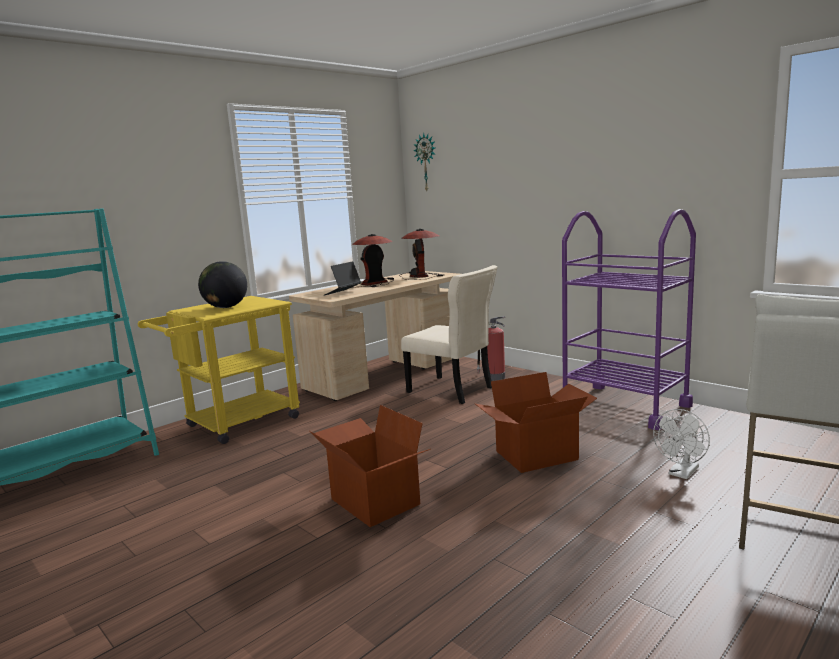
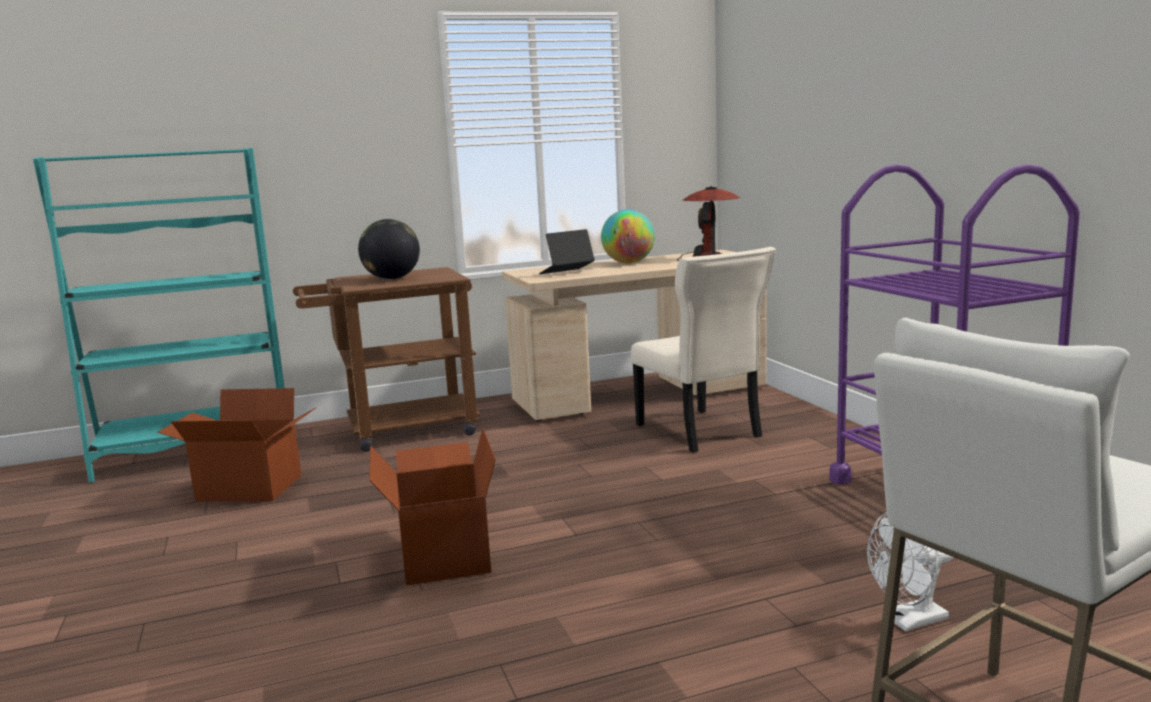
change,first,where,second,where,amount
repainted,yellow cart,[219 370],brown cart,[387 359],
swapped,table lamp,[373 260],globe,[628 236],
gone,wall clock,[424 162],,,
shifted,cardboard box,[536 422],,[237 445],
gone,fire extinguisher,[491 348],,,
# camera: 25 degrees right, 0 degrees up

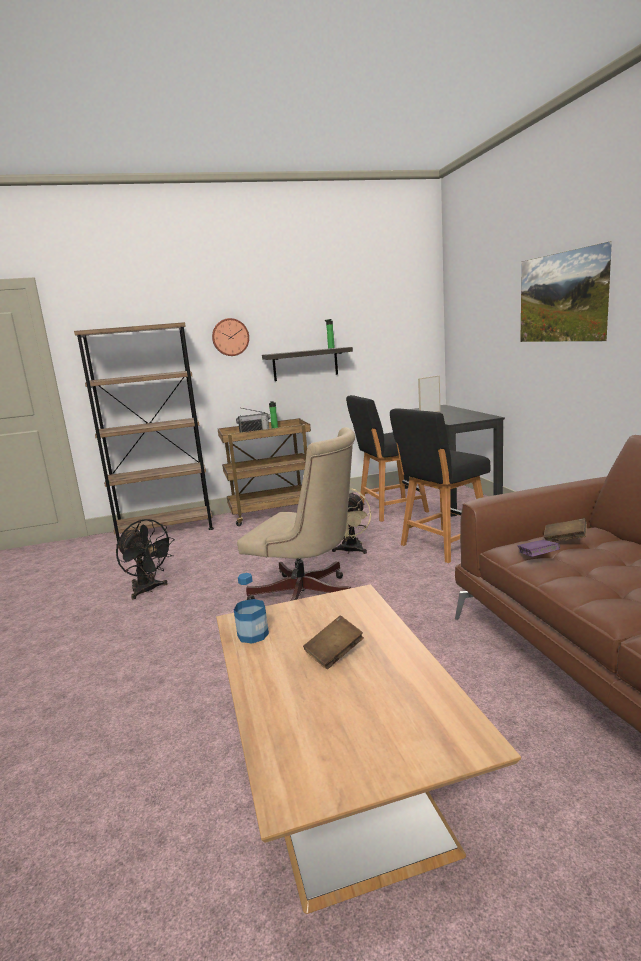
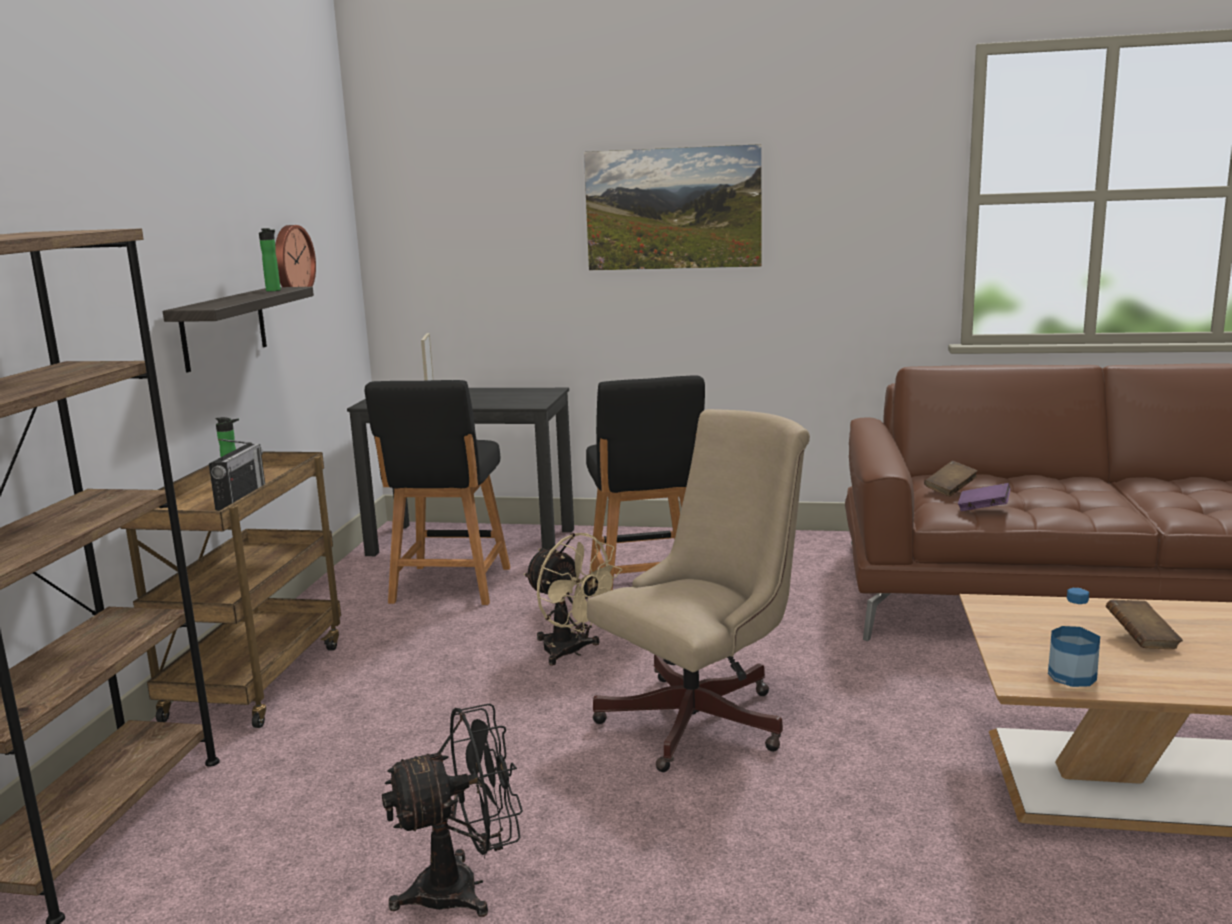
change,first,where,second,where,amount
shifted,wall clock,[230 337],,[295 256],
# camera: 65 degrees left, 0 degrees up

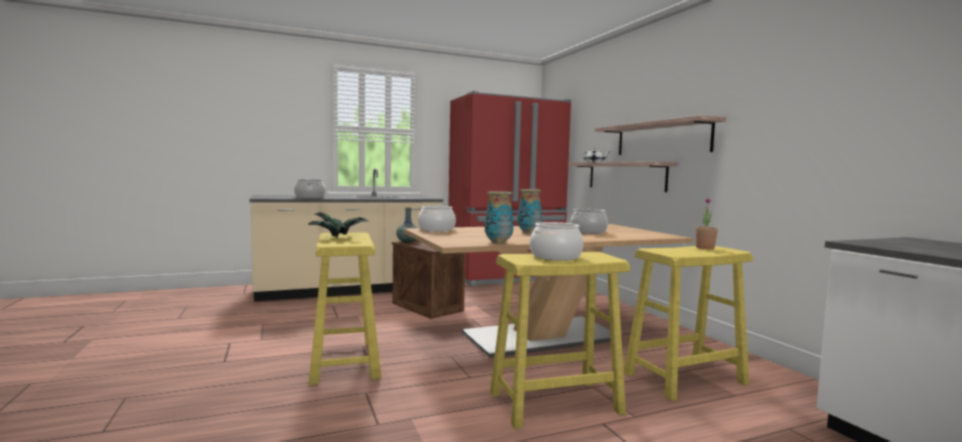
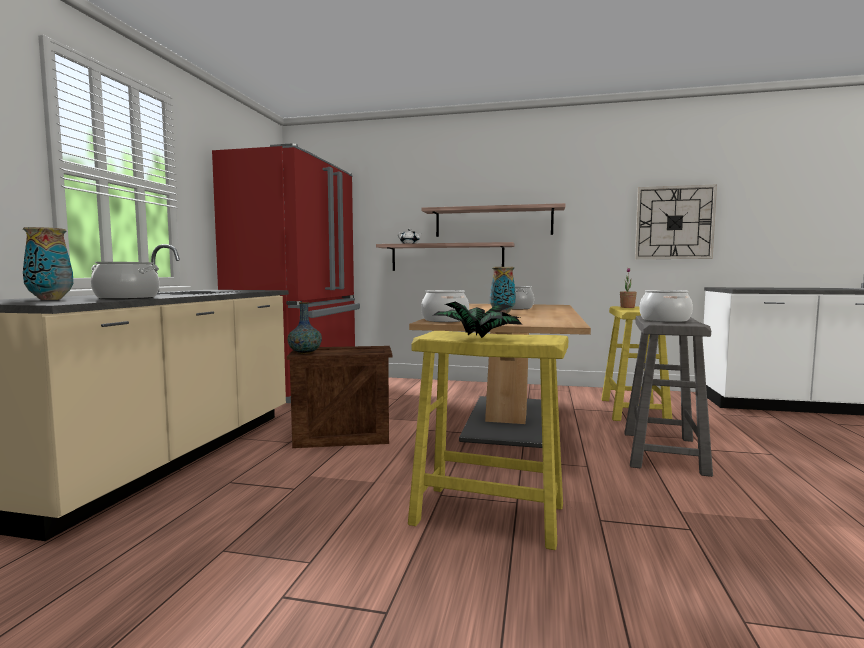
change,first,where,second,where,amount
shifted,vase,[499 217],,[48 263],
repainted,yellow stool,[560 340],grey stool,[668 396],
new,,,wall clock,[676 221],
# camera: 55 degrees left, 0 degrees up

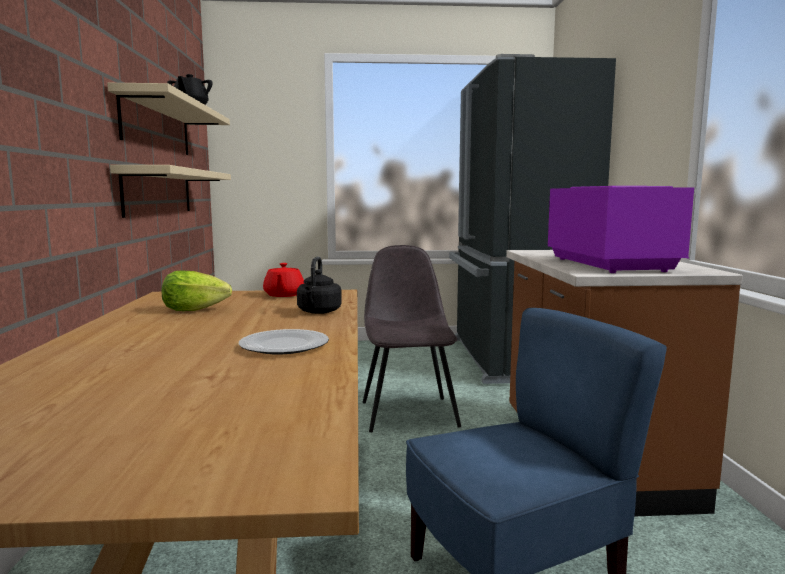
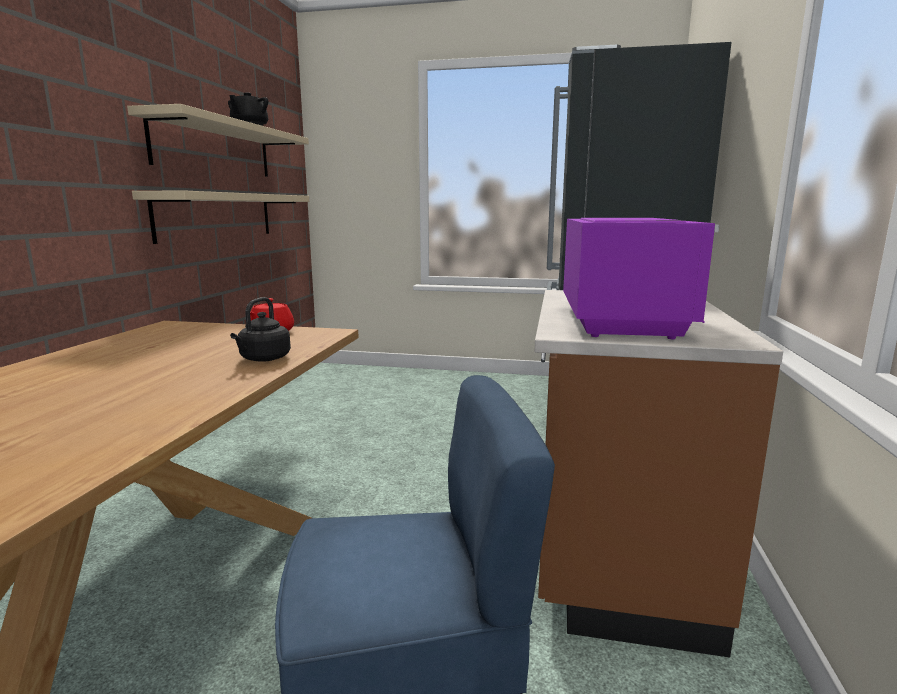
change,first,where,second,where,amount
gone,lettuce,[196 290],,,
gone,plate,[284 341],,,
gone,grey chair,[412 338],,,
# camera: 15 degrees right, 5 degrees up

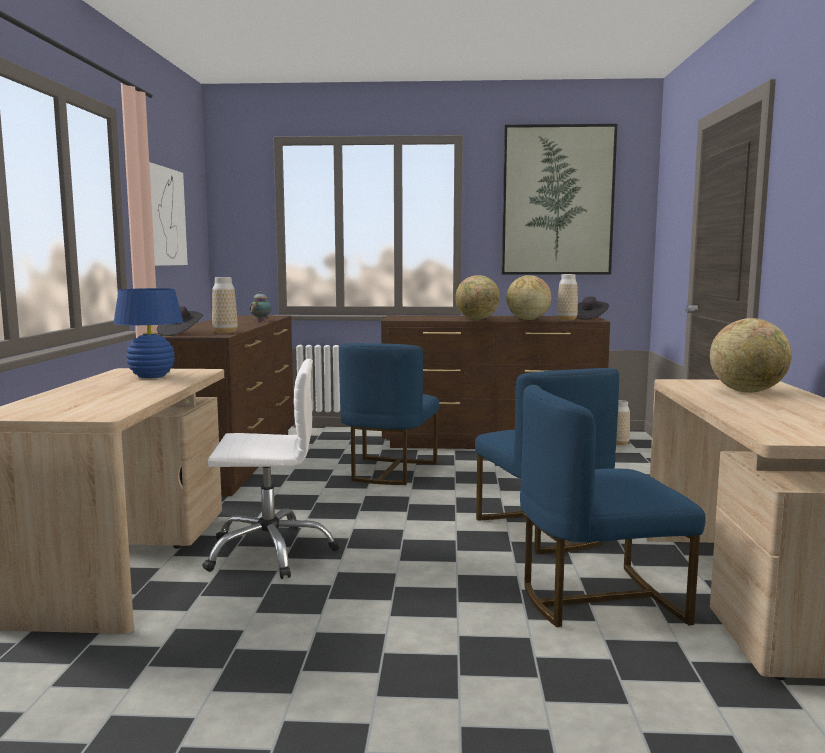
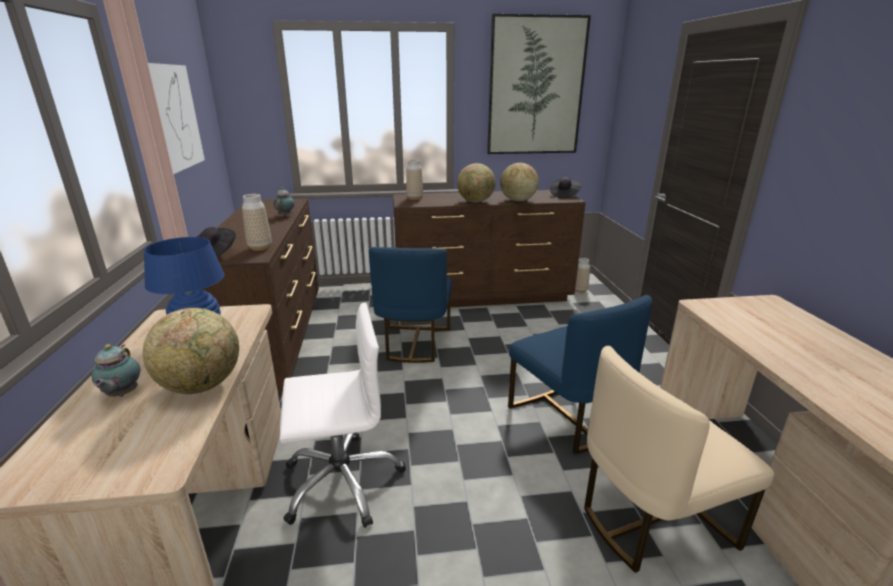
change,first,where,second,where,amount
repainted,blue chair,[612 506],beige chair,[679 459],
shifted,vase,[567 297],,[414 180],
shifted,globe,[751 355],,[191 351],
new,,,teapot,[116 370],
# camera: 10 degrees left, 15 degrees up

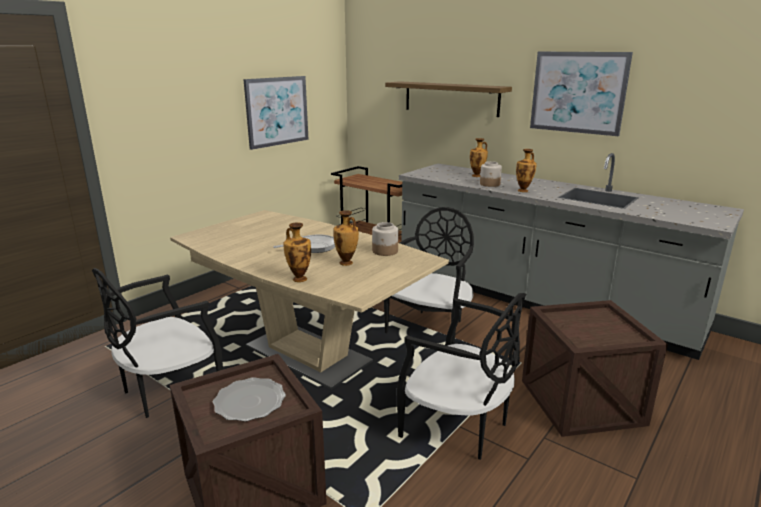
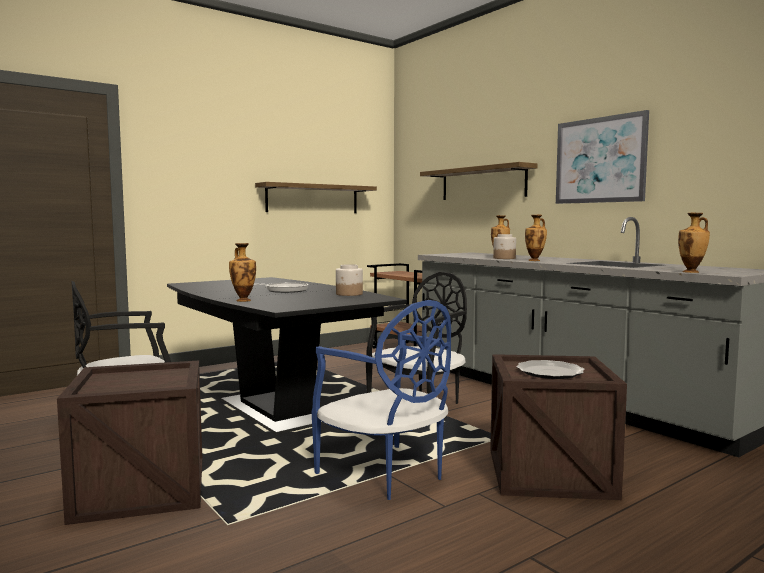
change,first,where,second,where,amount
repainted,beige dining table,[309 300],black dining table,[287 356],
shifted,plate,[249 399],,[550 369],
swapped,picture,[276 113],shelf,[316 197],
shifted,vase,[346 238],,[694 243],
repainted,black chair,[461 376],blue chair,[381 400],
# camera: 15 degrees right, 15 degrees down

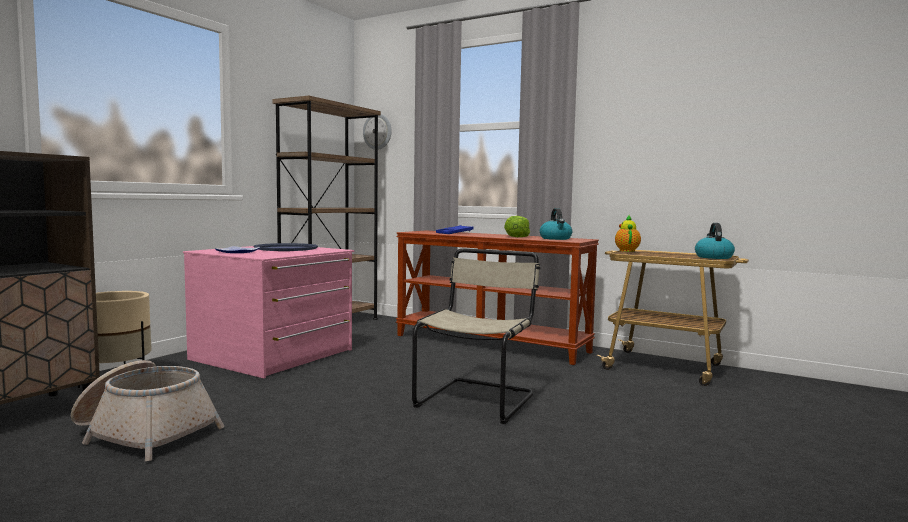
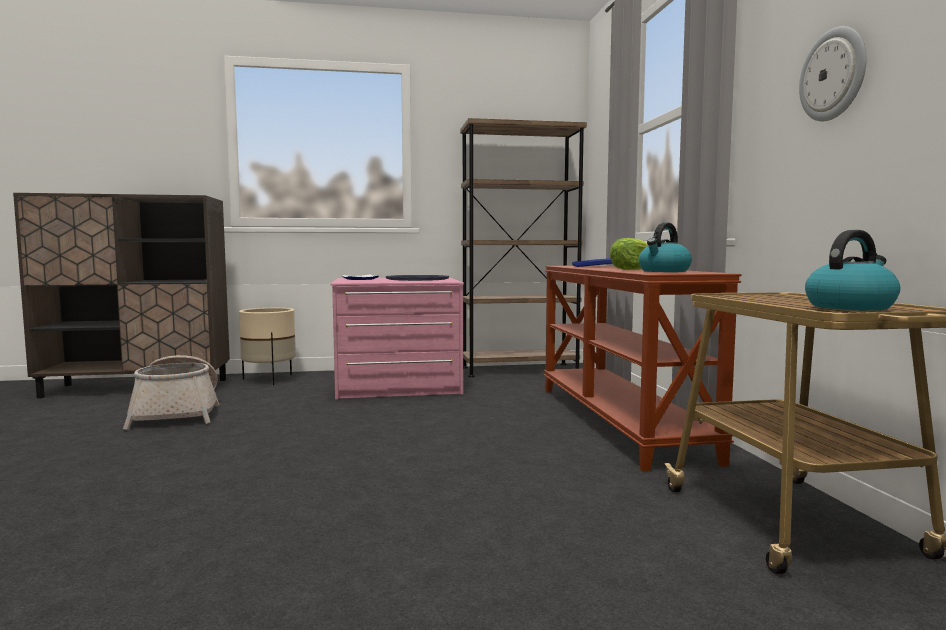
change,first,where,second,where,amount
shifted,wall clock,[377 132],,[833 73],
gone,beige chair,[476 336],,,
gone,teapot,[628 233],,,
# camera: 50 degrees right, 0 degrees up

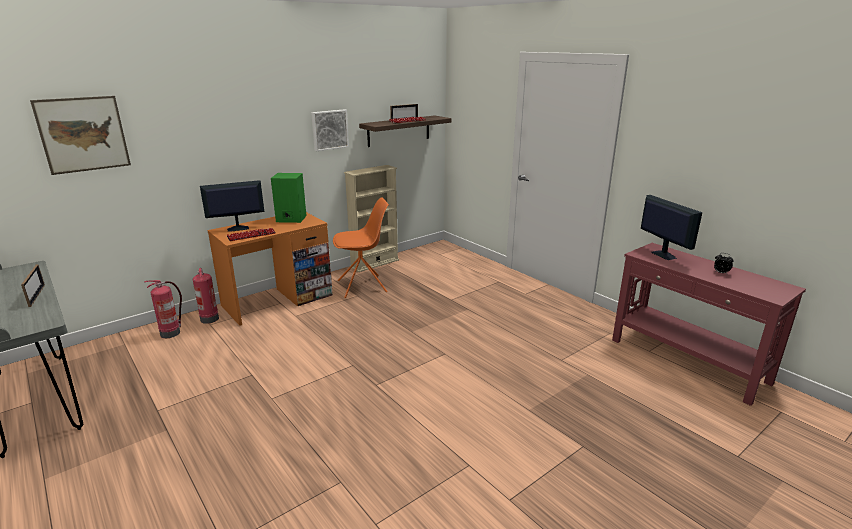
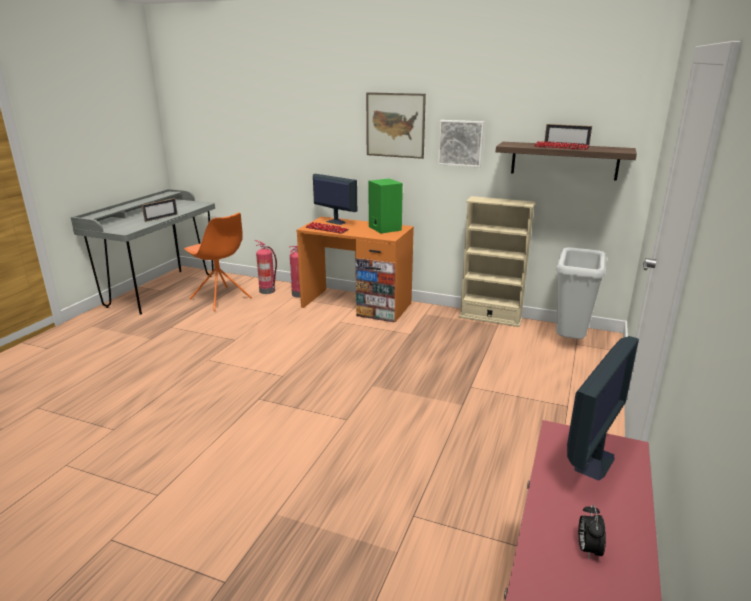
change,first,where,second,where,amount
shifted,picture,[80 135],,[396 125],
shifted,orange chair,[361 248],,[218 261],
new,,,grey trash can,[581 293],
# camera: 60 degrees right, 0 degrees up

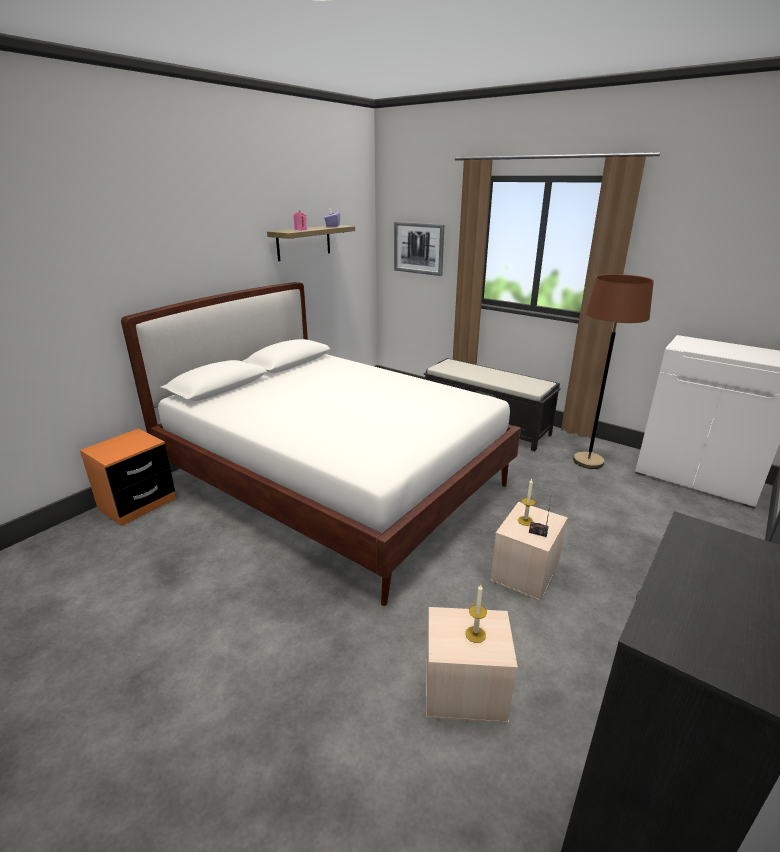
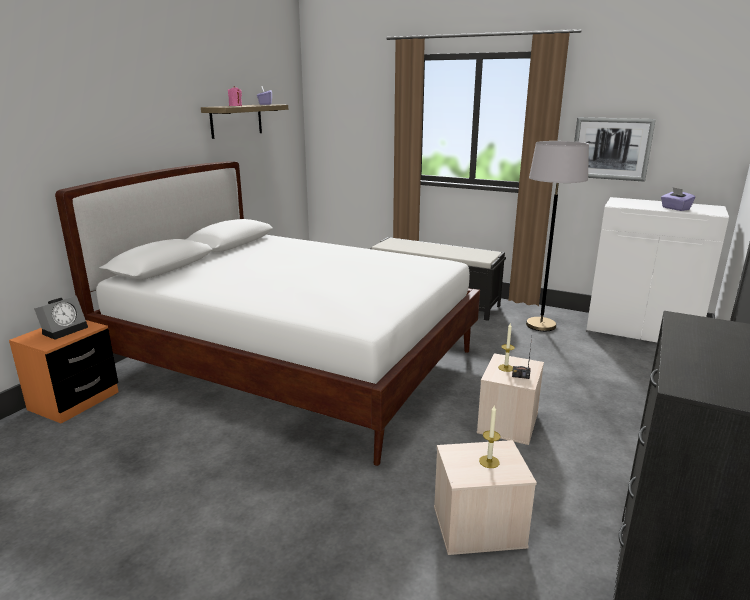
change,first,where,second,where,amount
shifted,picture,[419 249],,[615 149],
repainted,brown floor lamp,[613 371],grey floor lamp,[557 236],
new,,,alarm clock,[61 317],
new,,,purple tissue box,[678 199],
# camera: 10 degrees left, 5 degrees down

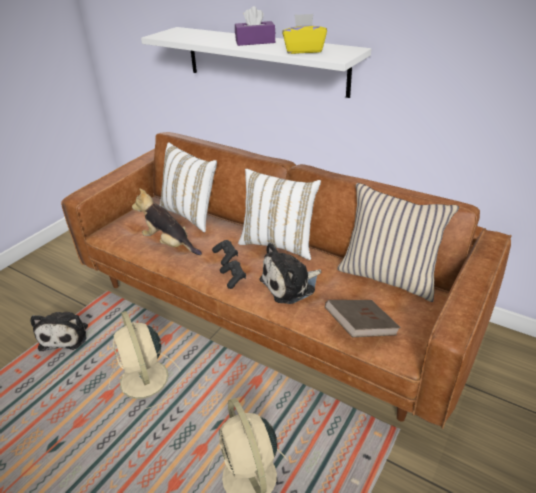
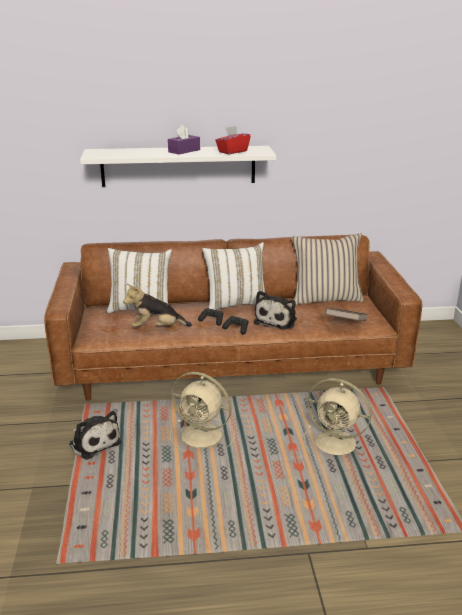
change,first,where,second,where,amount
repainted,yellow tissue box,[304 34],red tissue box,[233 140],
# camera: 40 degrees left, 10 degrees down

